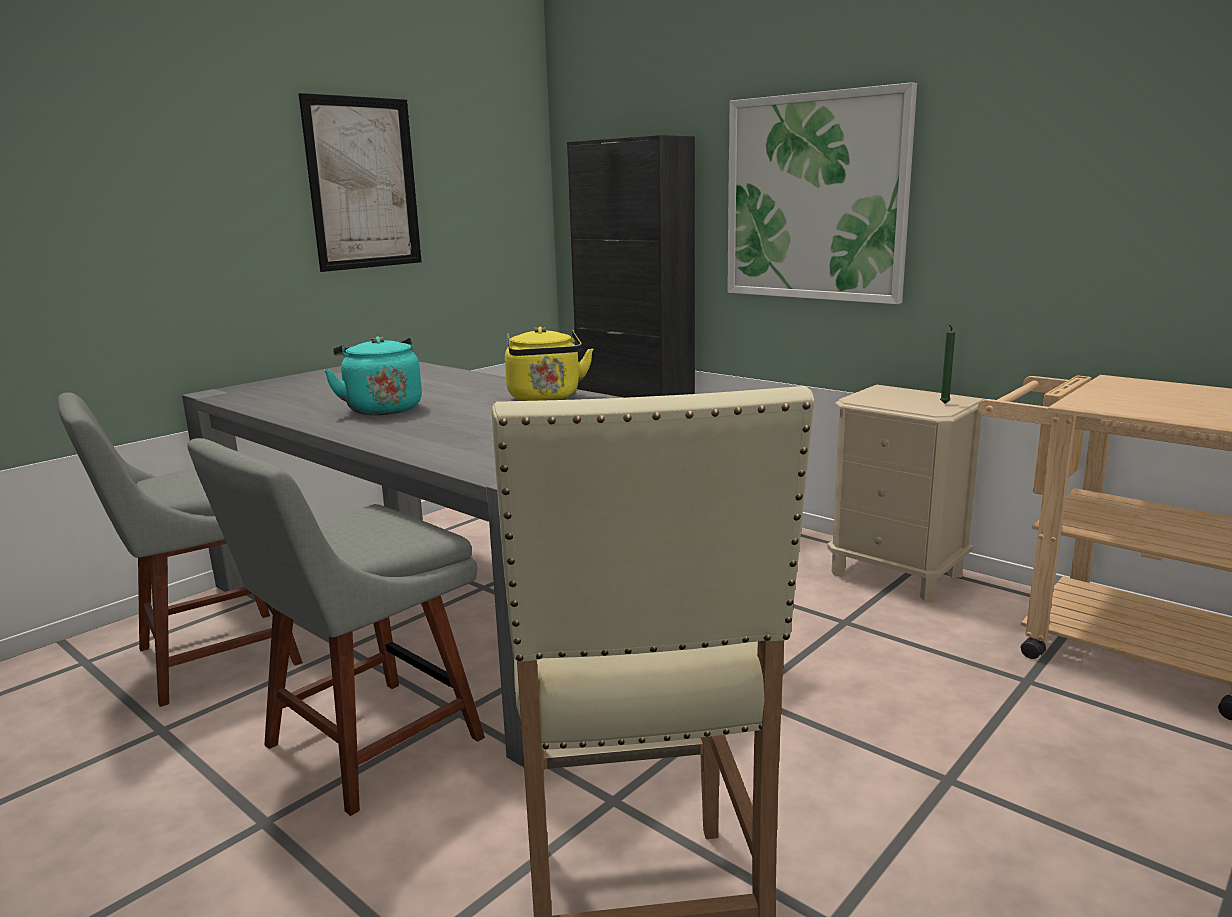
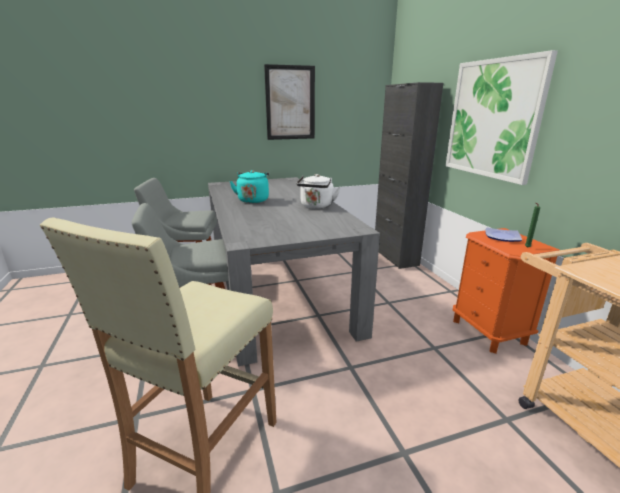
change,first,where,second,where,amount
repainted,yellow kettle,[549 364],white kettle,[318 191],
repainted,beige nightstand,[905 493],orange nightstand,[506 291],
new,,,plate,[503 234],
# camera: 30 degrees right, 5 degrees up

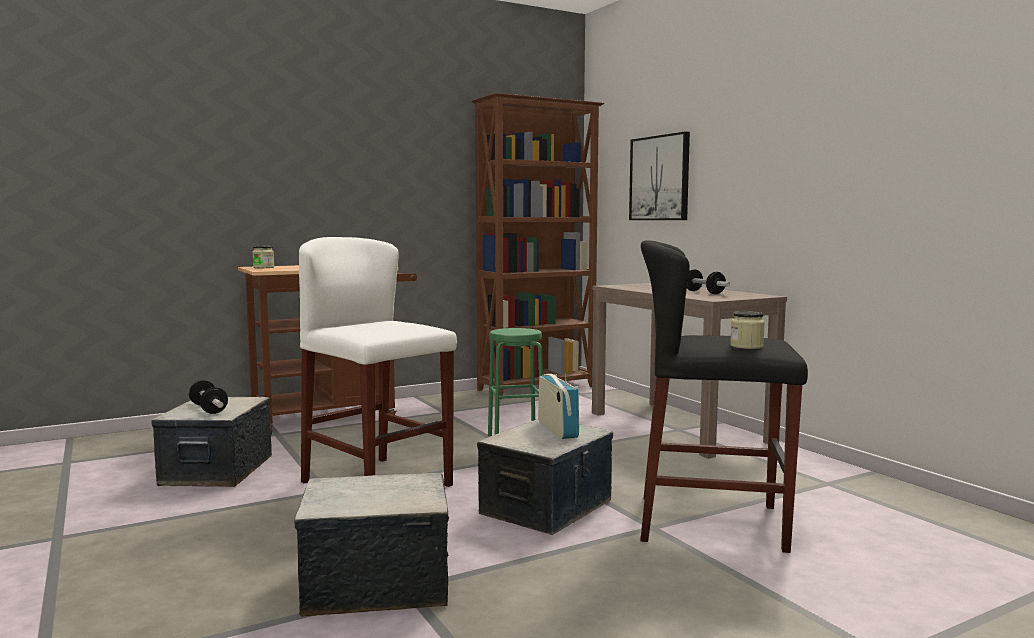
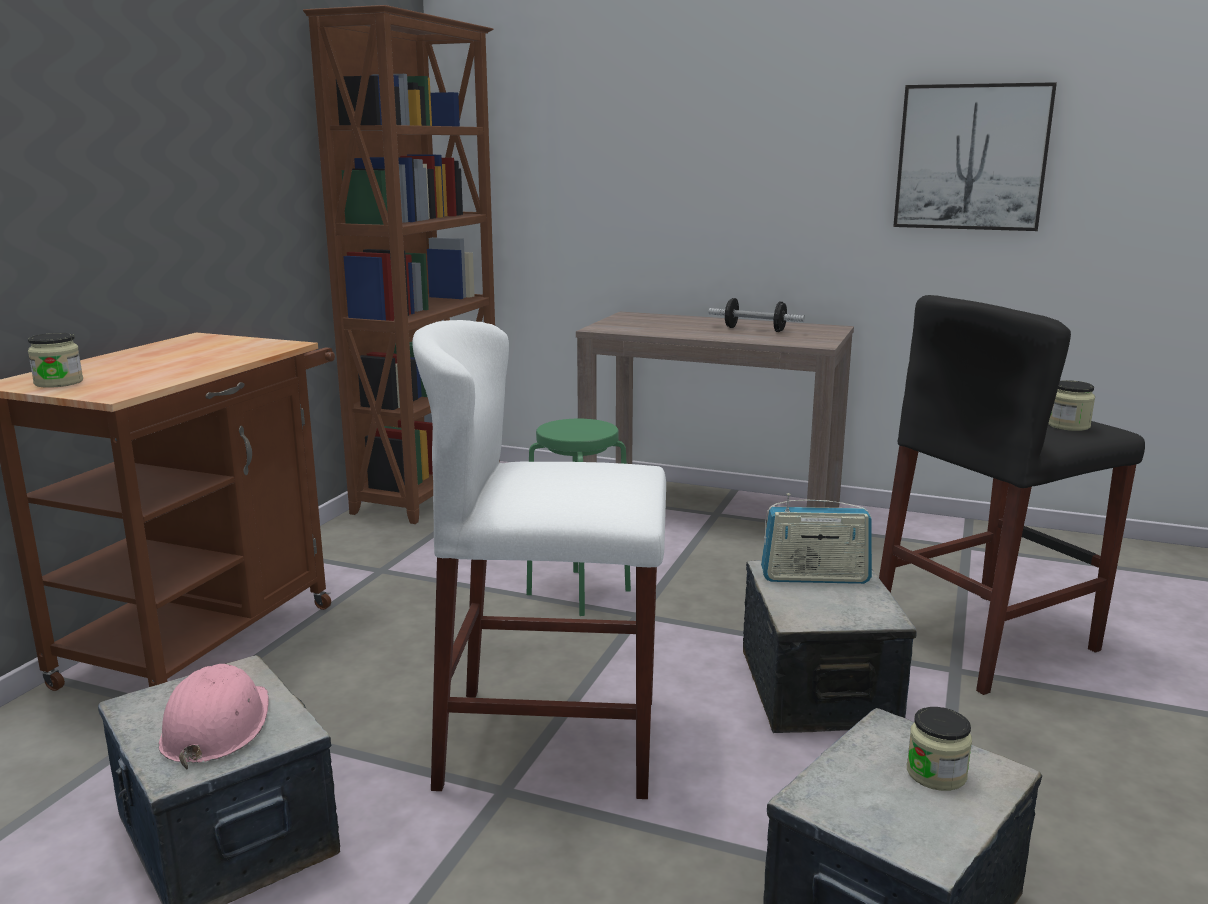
change,first,where,second,where,amount
swapped,dumbbell,[208 397],pink hard hat,[214 716],
rotated,radio,[558 406],,[816 538],150 degrees clockwise
shifted,picture,[659 176],,[975 156],
new,,,jar,[939 749],
# camera: 40 degrees left, 10 degrees up

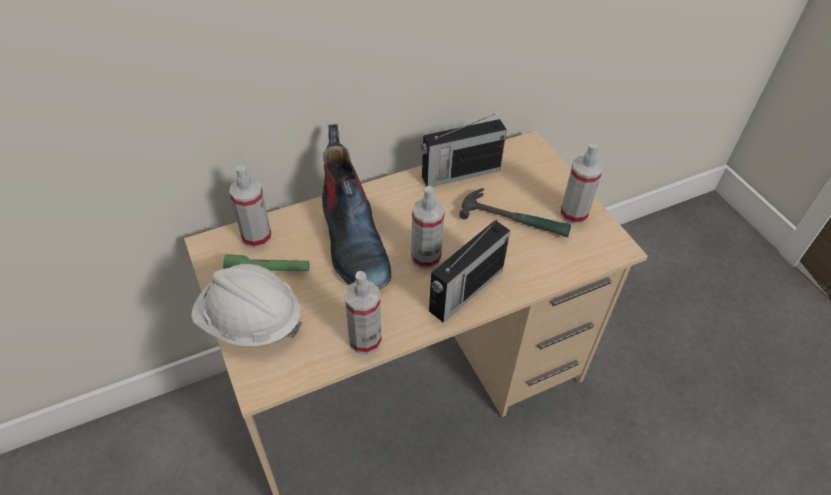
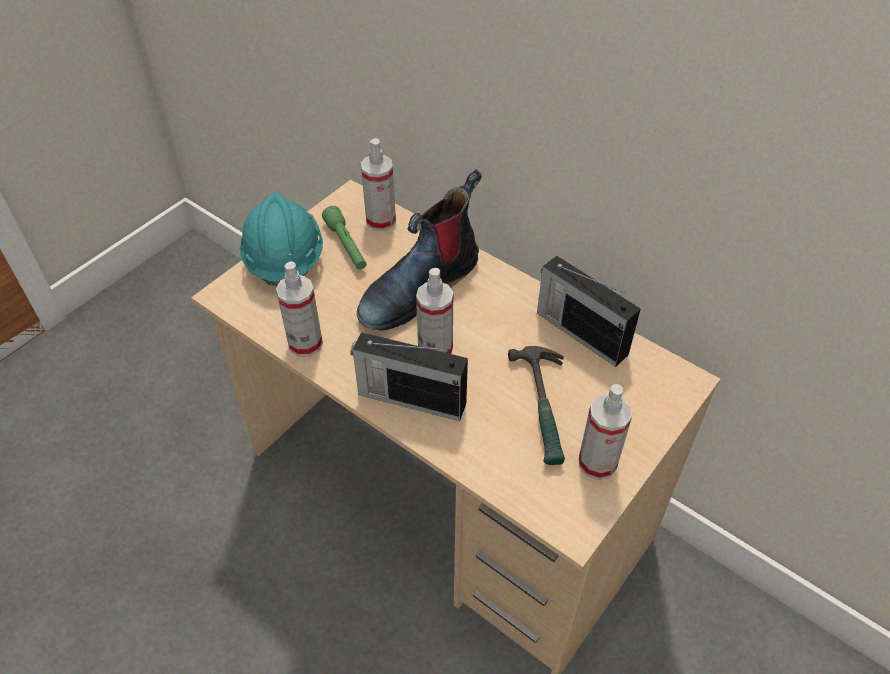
change,first,where,second,where,amount
repainted,white hard hat,[246 305],turquoise hard hat,[281 239],
# camera: 65 degrees right, 0 degrees up

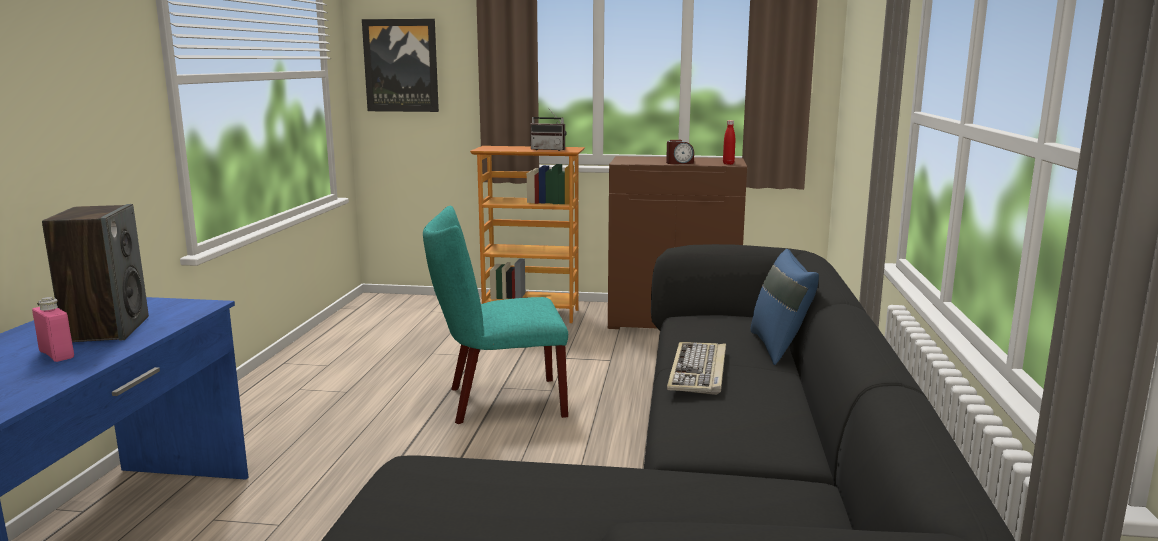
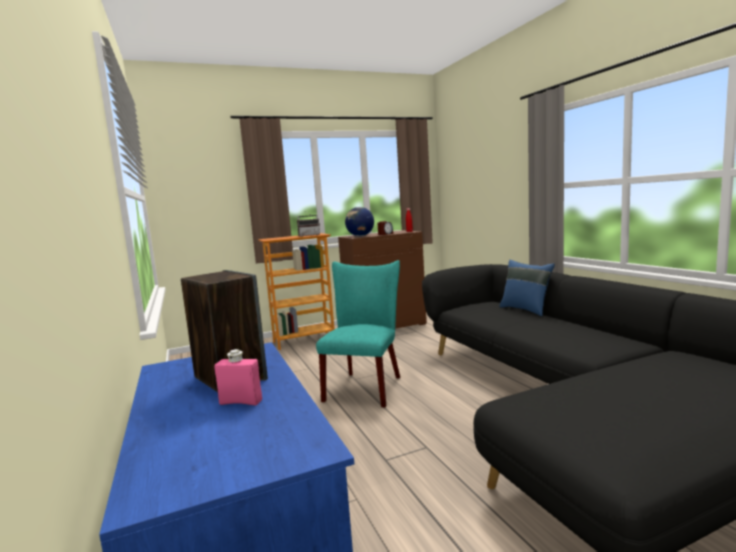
change,first,where,second,where,amount
gone,picture,[400 65],,,
rotated,turquoise chair,[495 315],,[358 334],150 degrees clockwise
gone,keyboard,[696 368],,,
new,,,globe,[359 221],
# camera: 30 degrees left, 5 degrees down

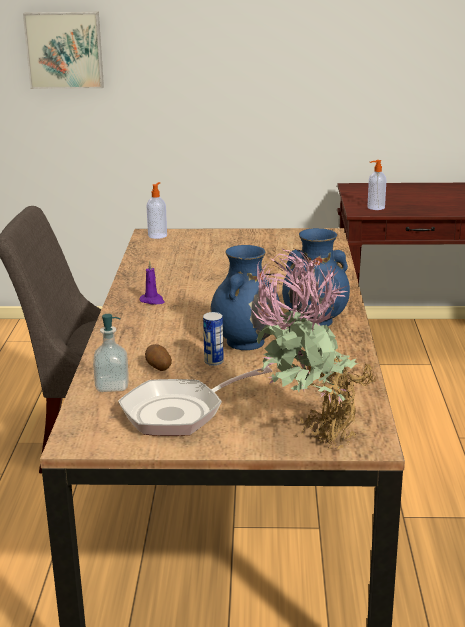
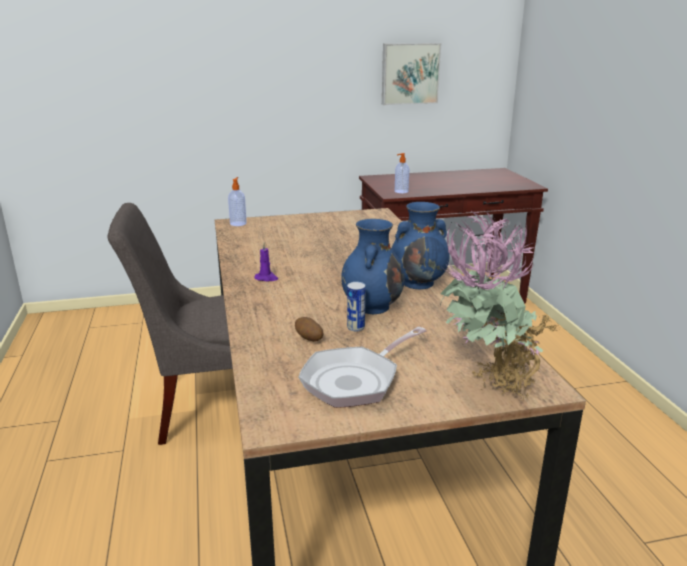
change,first,where,second,where,amount
shifted,picture,[63 50],,[411 74],
gone,soap dispenser,[111 353],,,
# camera: 15 degrees left, 0 degrees up

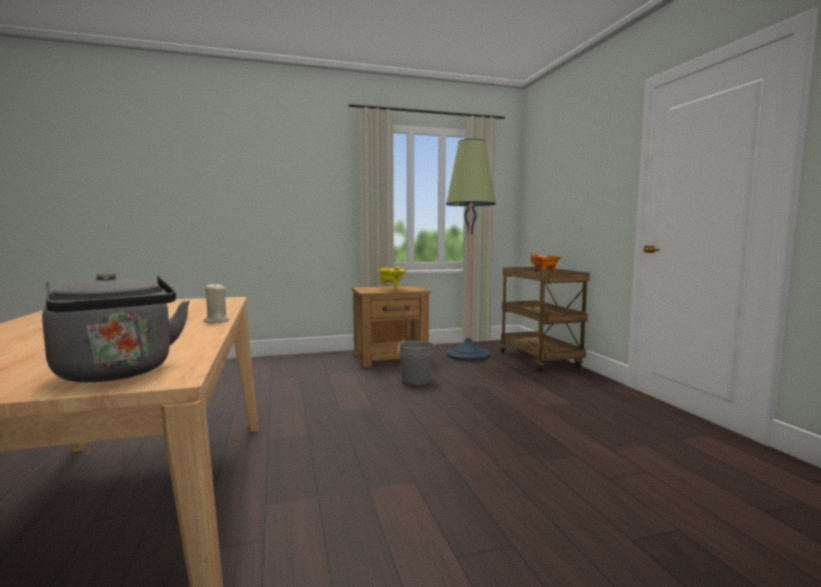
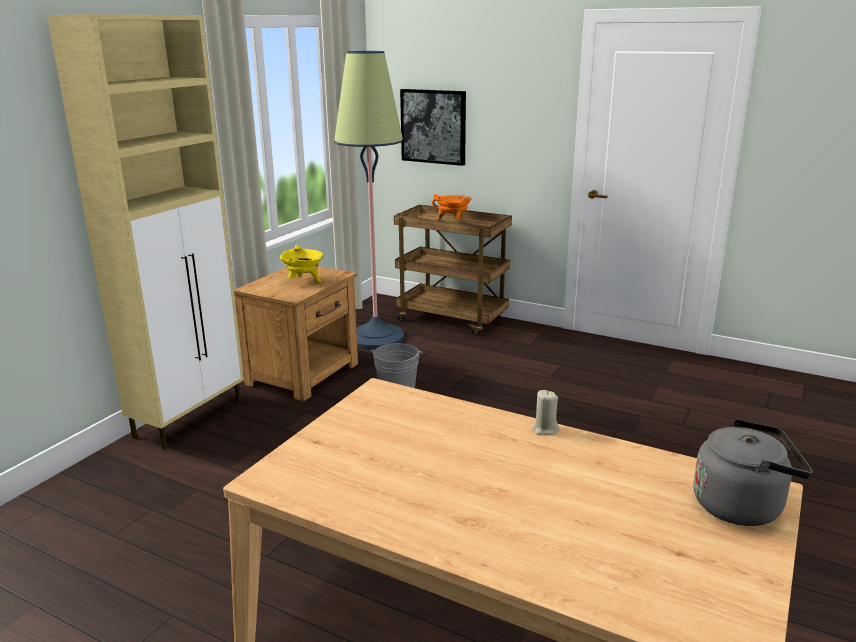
change,first,where,second,where,amount
new,,,beige cabinet,[145 232],
new,,,picture,[433 127],
# camera: 45 degrees left, 15 degrees up

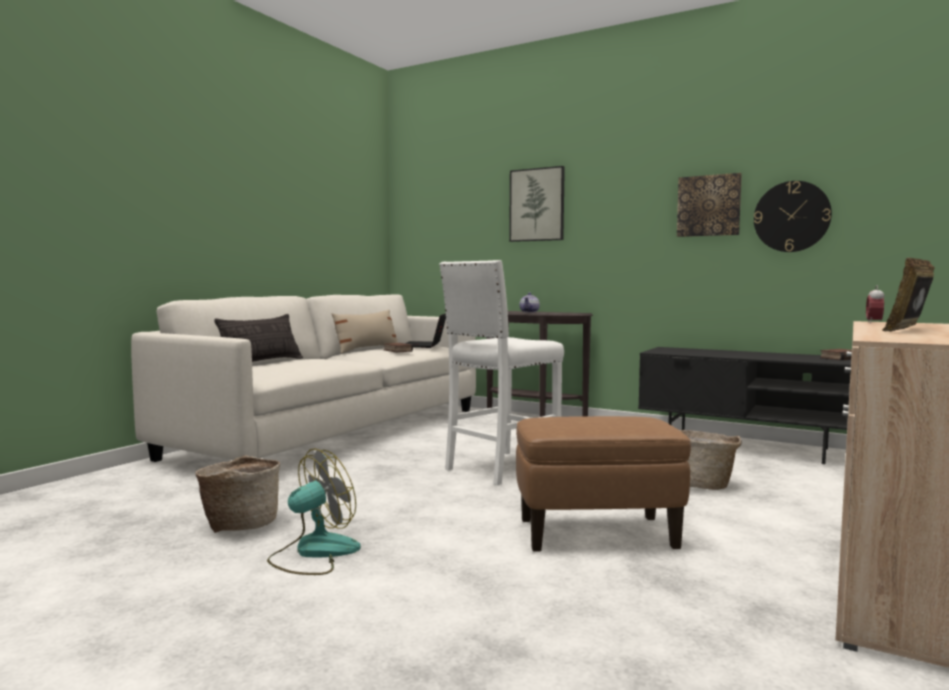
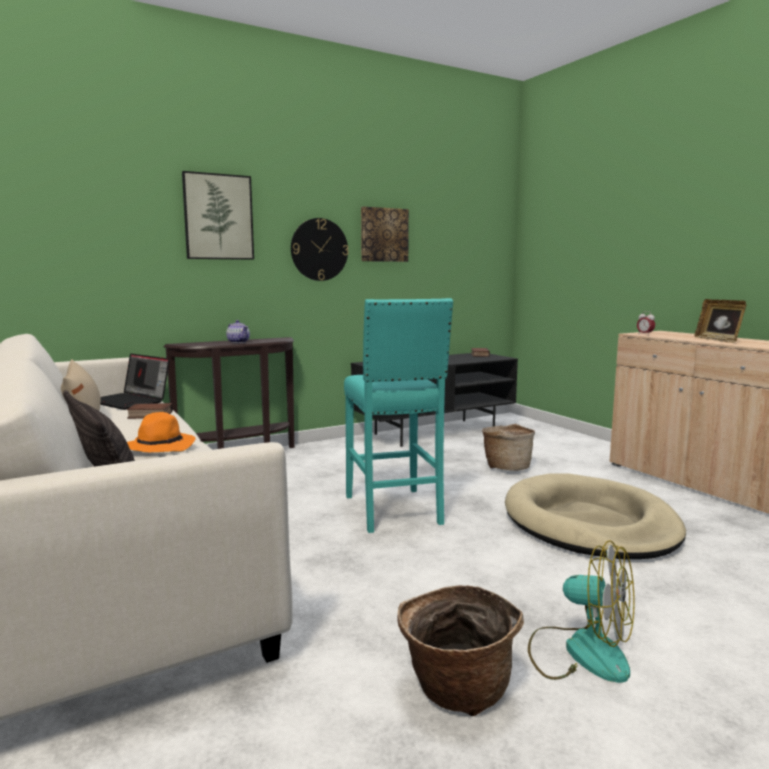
change,first,where,second,where,amount
rotated,fan,[314 511],,[581 611],135 degrees clockwise
repainted,white stool,[501 372],turquoise stool,[398 415],
swapped,brown ottoman,[603 484],beige dog bed,[595 516],
shifted,wall clock,[793 216],,[320 249],
new,,,orange hat,[161 432],
# camera: 60 degrees left, 5 degrees up

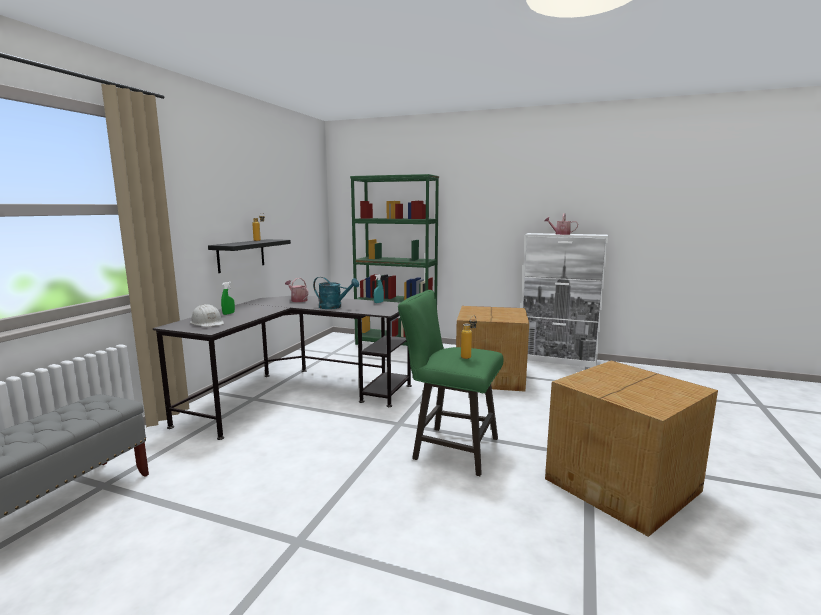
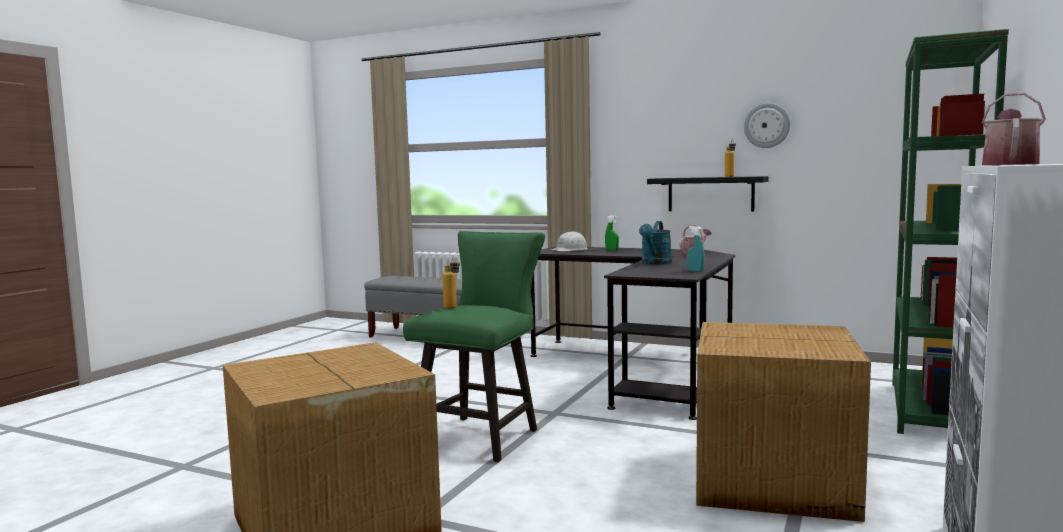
change,first,where,second,where,amount
new,,,wall clock,[767 125],
# camera: 95 degrees right, 5 degrees down

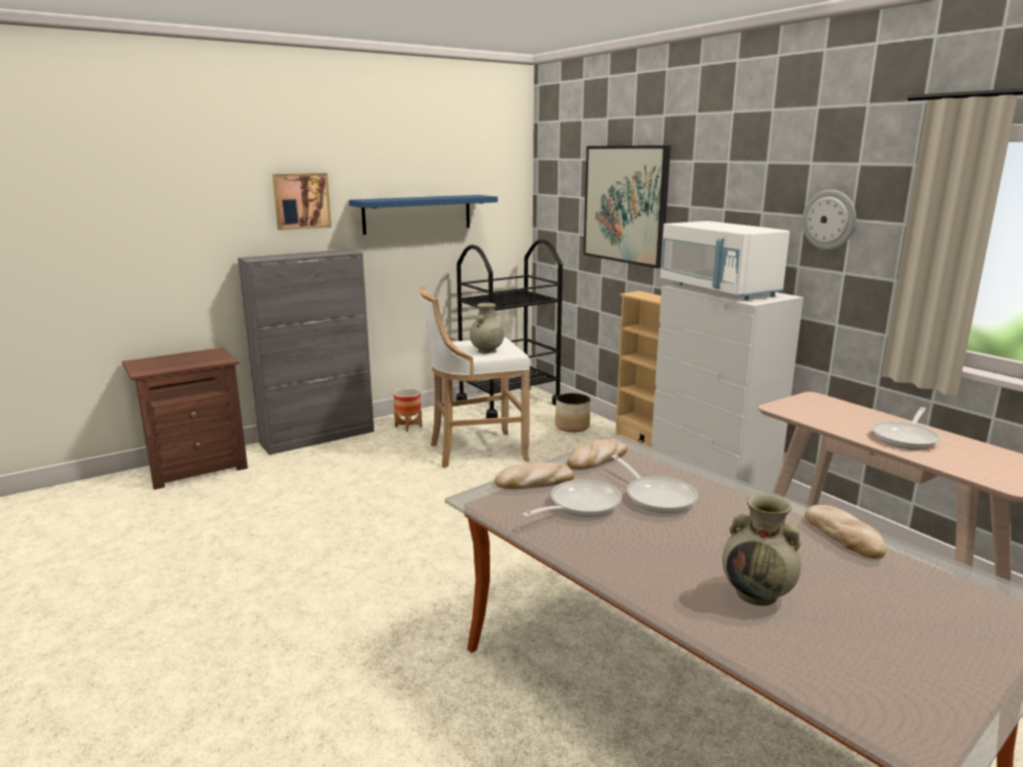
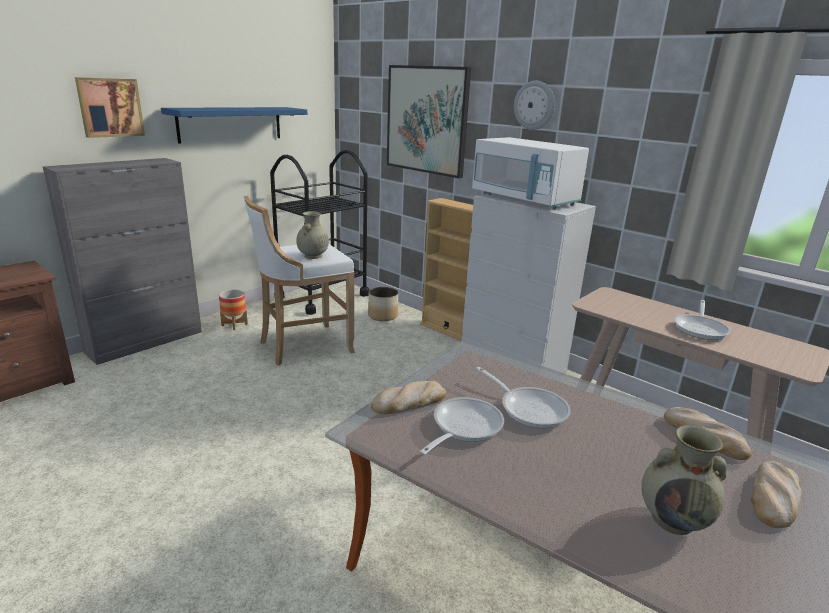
change,first,where,second,where,amount
shifted,bread,[597 453],,[776 494],
shifted,wall clock,[829 220],,[534 105],
# camera: 15 degrees left, 5 degrees up

